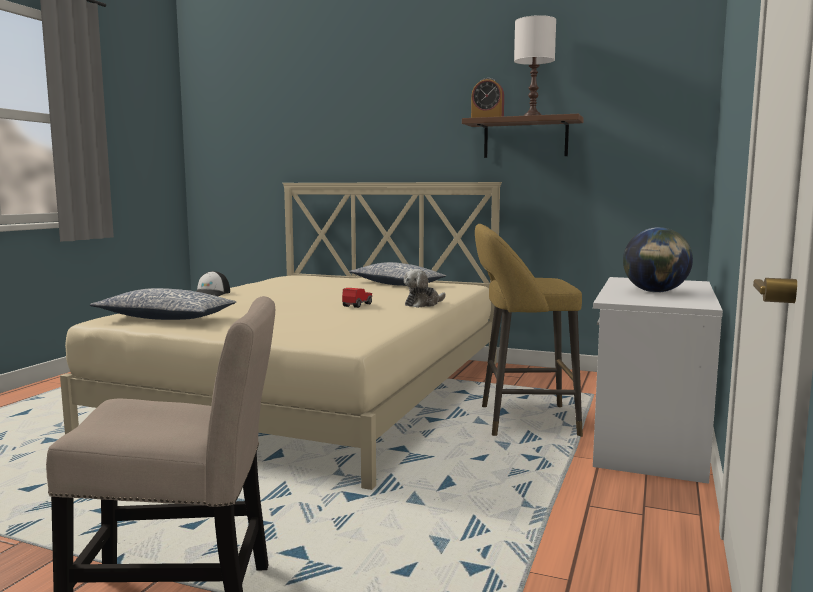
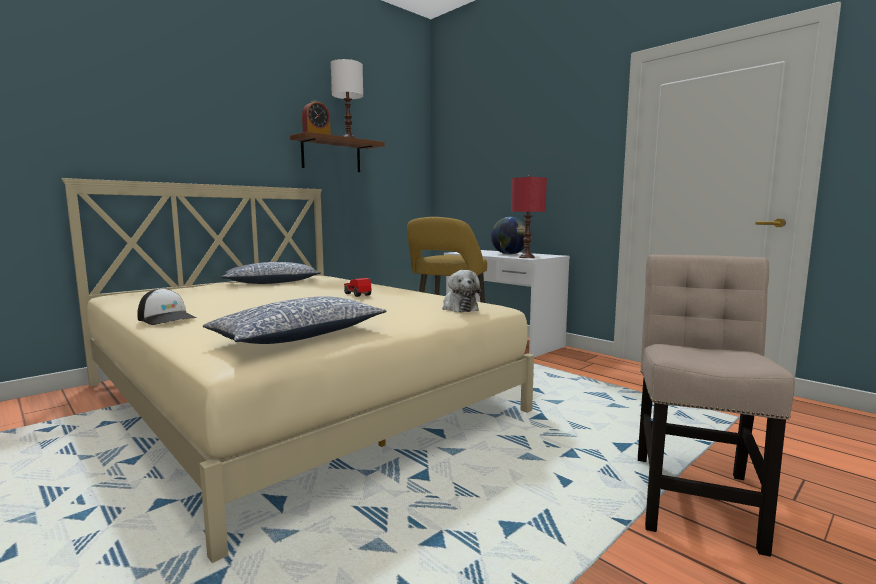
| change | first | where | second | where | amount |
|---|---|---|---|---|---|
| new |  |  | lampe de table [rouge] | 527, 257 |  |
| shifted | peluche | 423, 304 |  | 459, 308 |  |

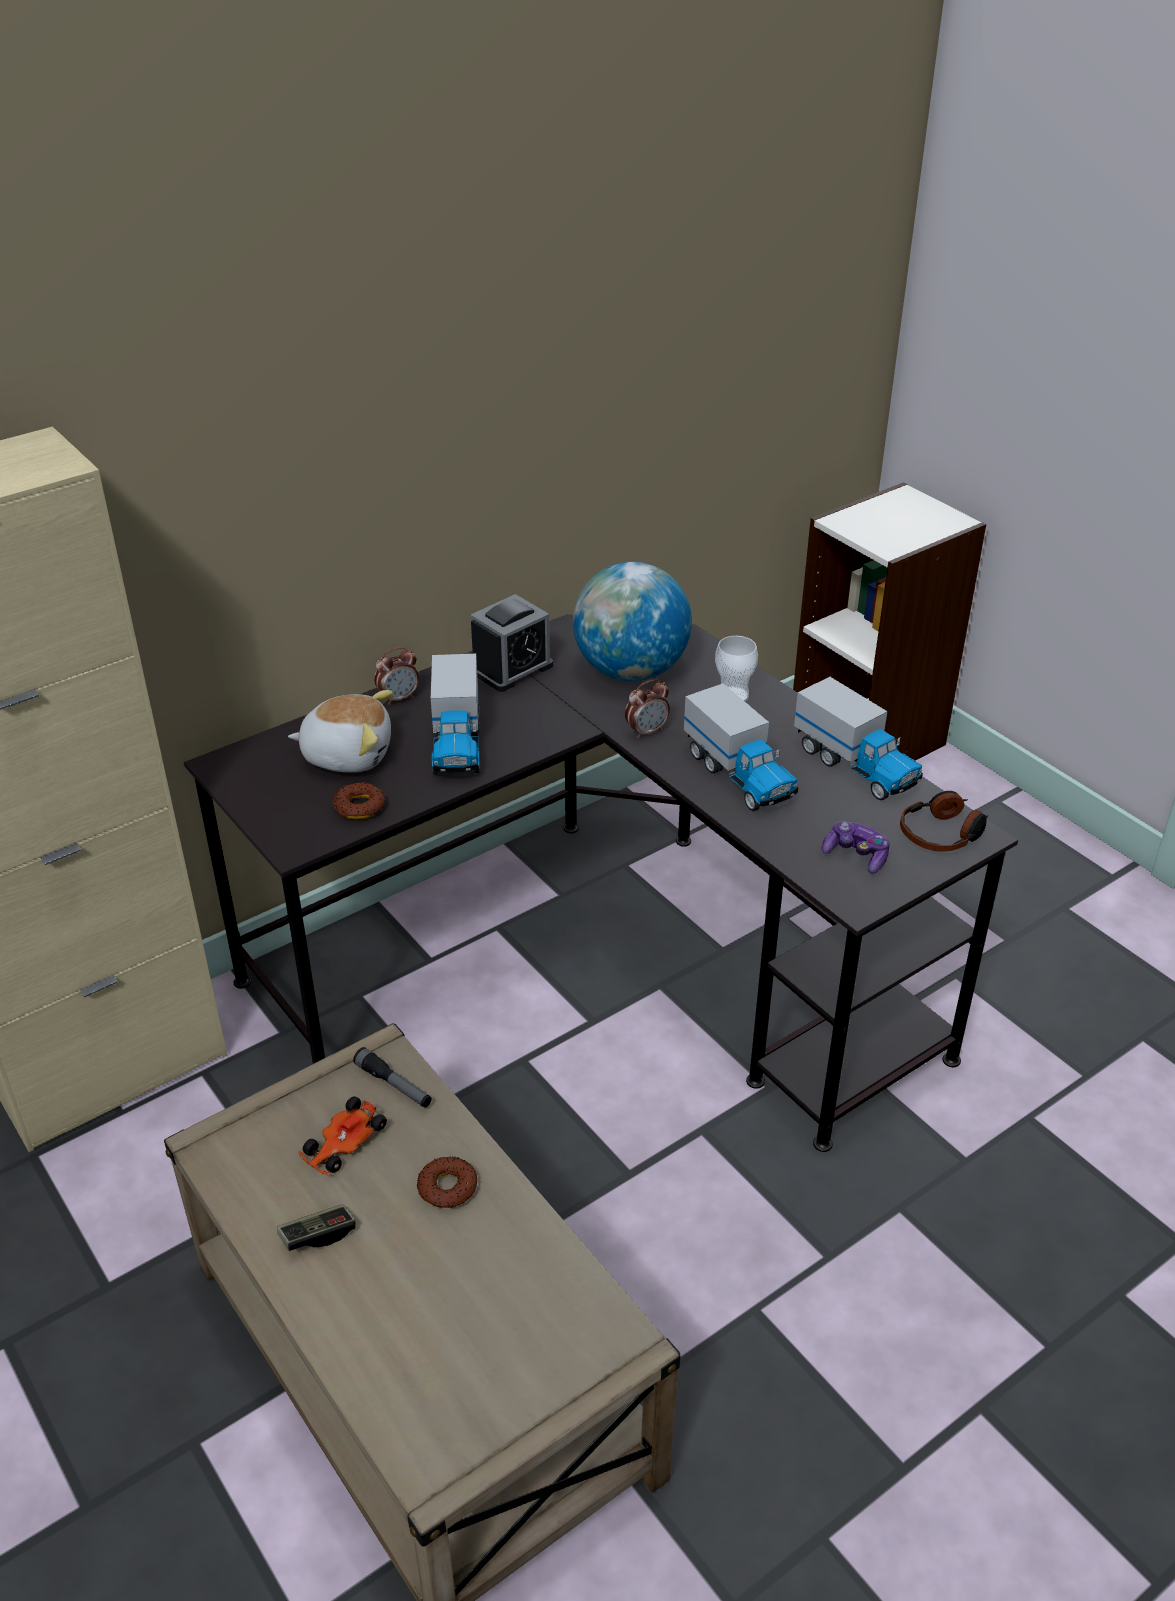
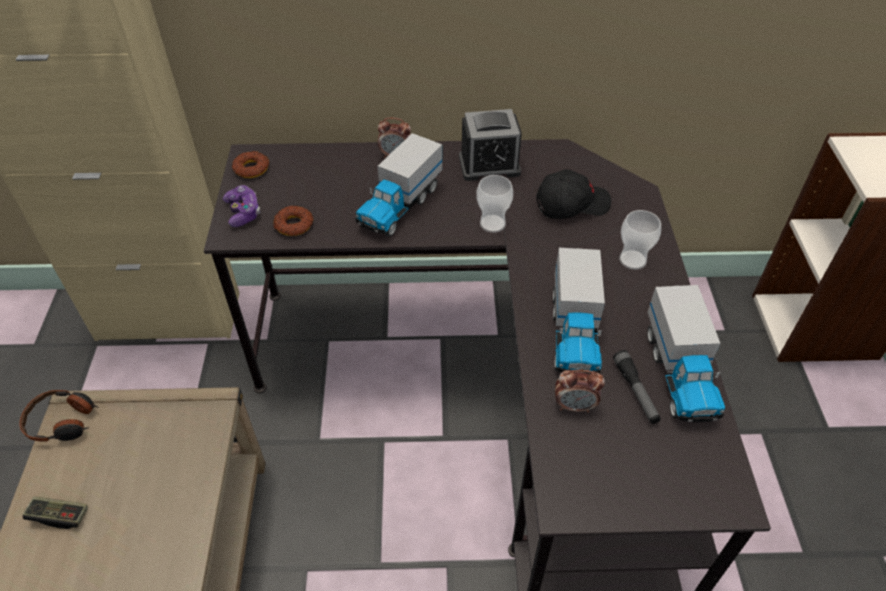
| change | first | where | second | where | amount |
|---|---|---|---|---|---|
| gone | peluche | 347, 754 |  |  |  |
| gone | petite voiture | 343, 1143 |  |  |  |
| new |  |  | tasse | 492, 224 |  |
| shifted | lampe de poche | 394, 1085 |  | 635, 391 |  |
| shifted | beignet | 447, 1187 |  | 251, 168 |  |
| shifted | réveil | 647, 731 |  | 574, 406 |  |
| shifted | manette | 856, 856 |  | 243, 212 |  |
| shifted | casque audio | 942, 833 |  | 63, 422 |  |
| swapped | globe | 631, 671 | casquette [noir] | 571, 204 |  |

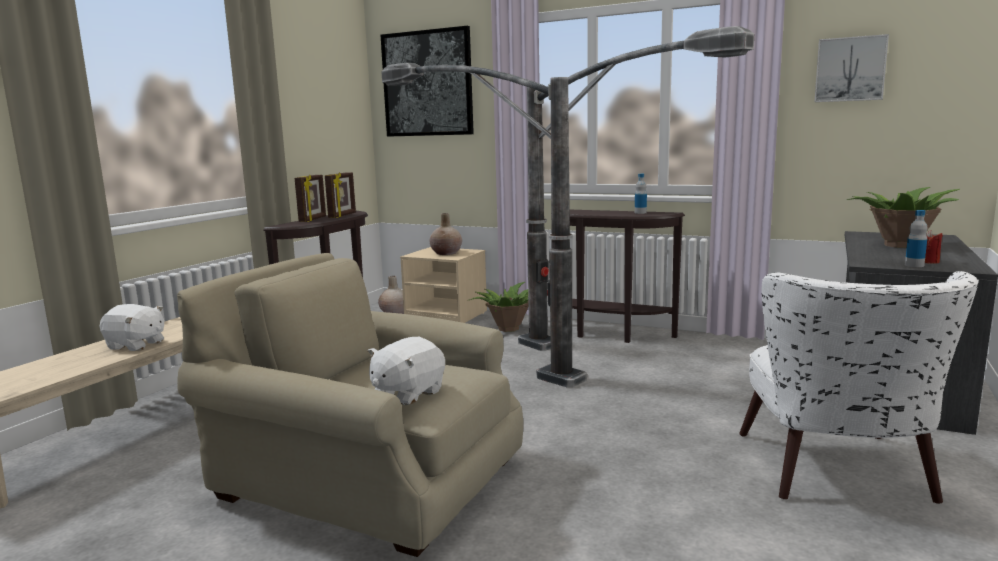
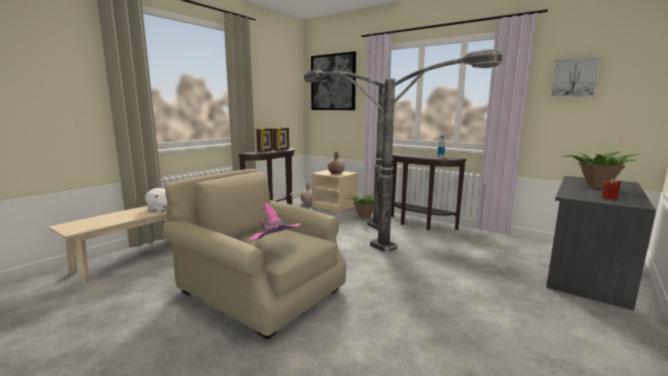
| change | first | where | second | where | amount |
|---|---|---|---|---|---|
| gone | fauteuil [blanc] | 839, 476 |  |  |  |
| gone | bouteille | 914, 265 |  |  |  |
| swapped | peluche [blanc] | 407, 393 | chapeau [rose] | 274, 248 |  |

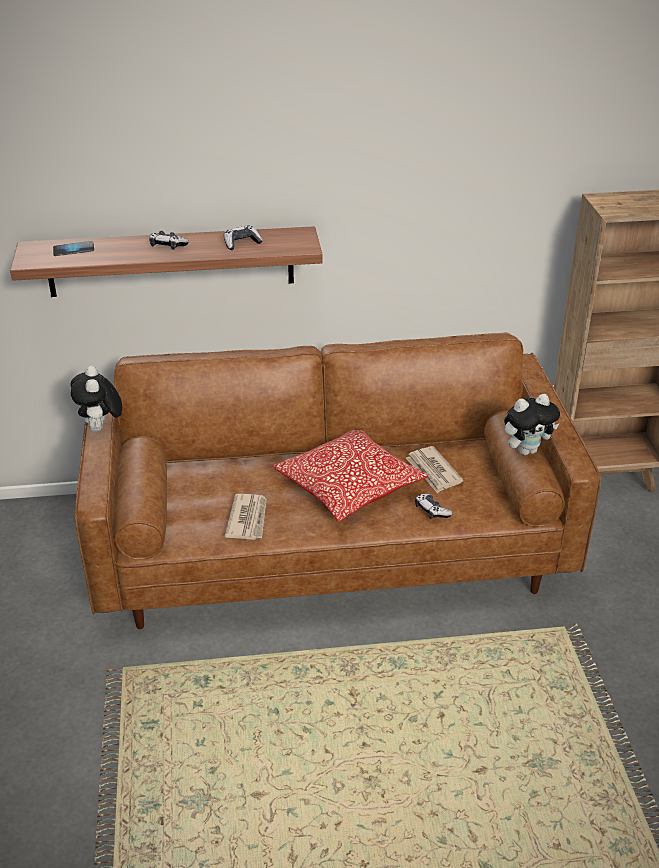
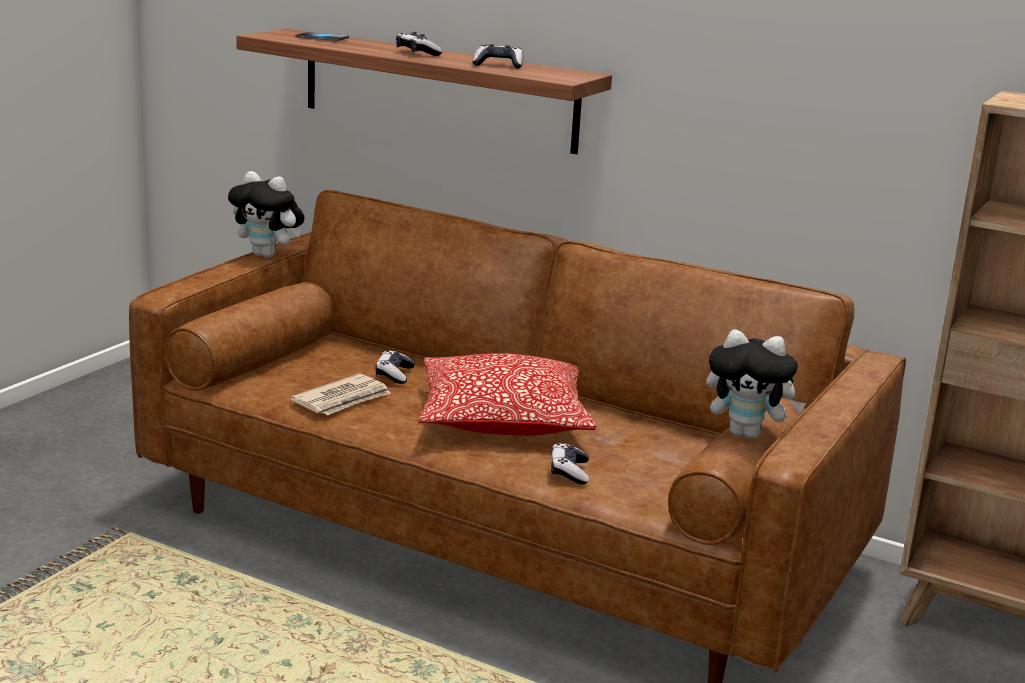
| change | first | where | second | where | amount |
|---|---|---|---|---|---|
| gone | journal | 433, 471 |  |  |  |
| new |  |  | manette | 394, 374 |  |
| rotated | peluche | 100, 429 |  | 268, 255 | 90 degrees counterclockwise |

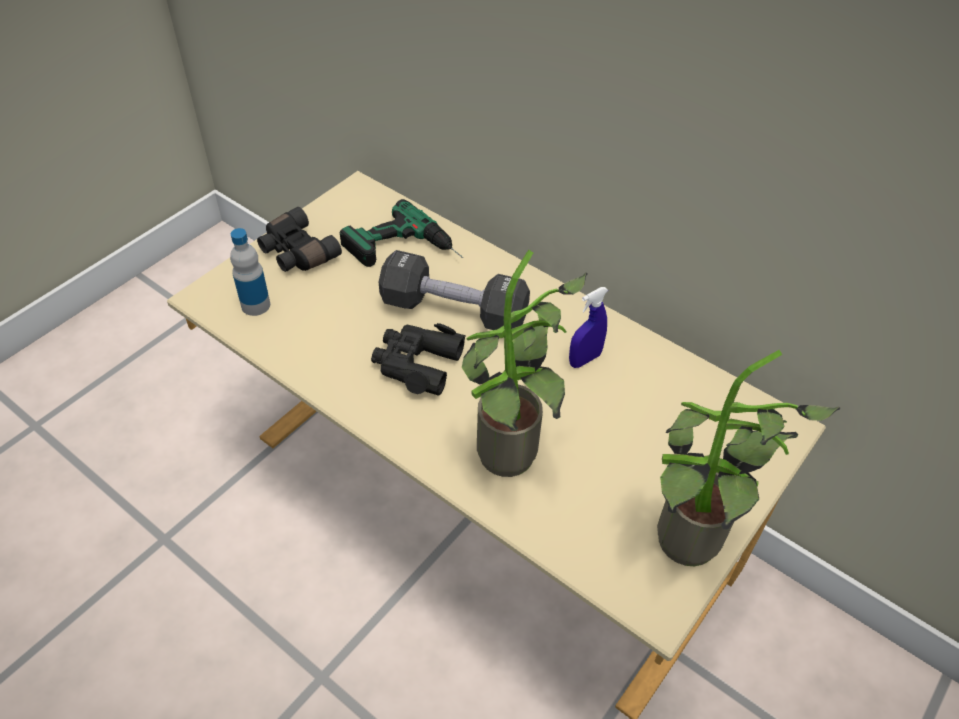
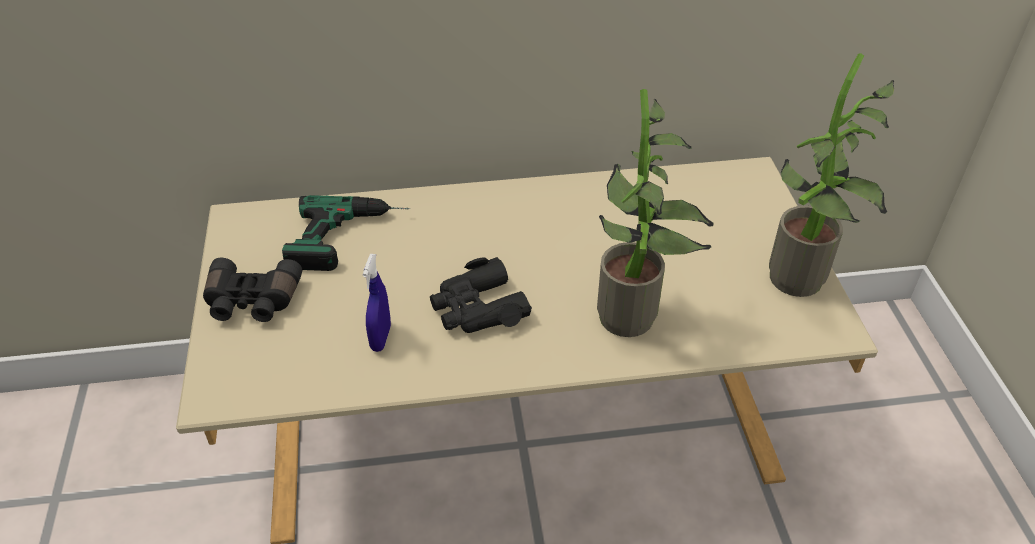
| change | first | where | second | where | amount |
|---|---|---|---|---|---|
| gone | bouteille | 255, 305 |  |  |  |
| gone | haltère [noir] | 454, 310 |  |  |  |
| shifted | vaporisateur [bleu] | 584, 359 |  | 381, 338 |  |

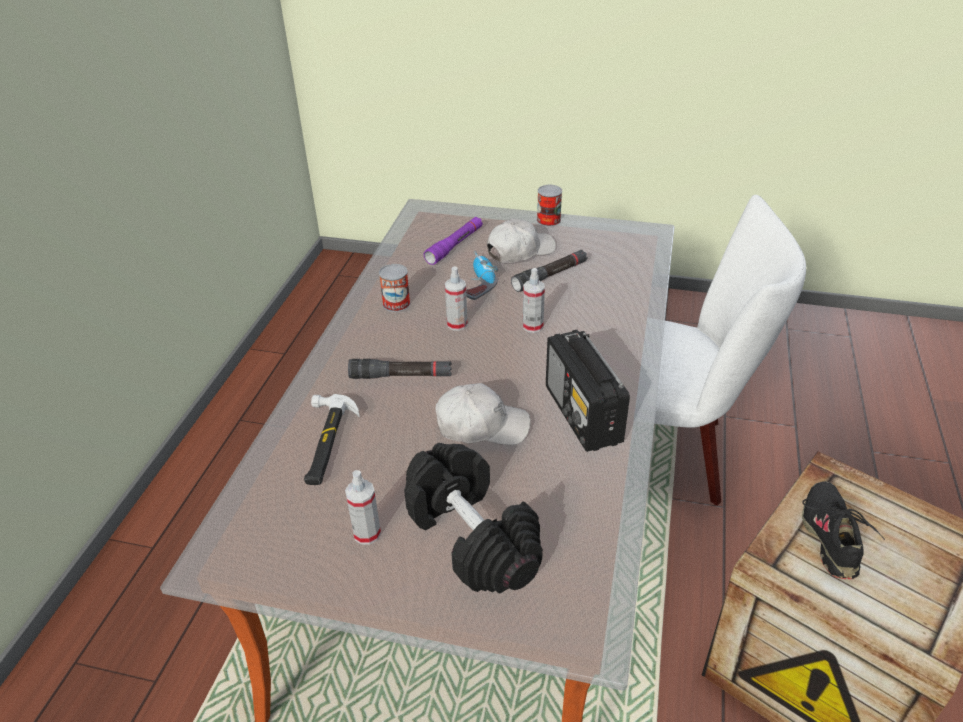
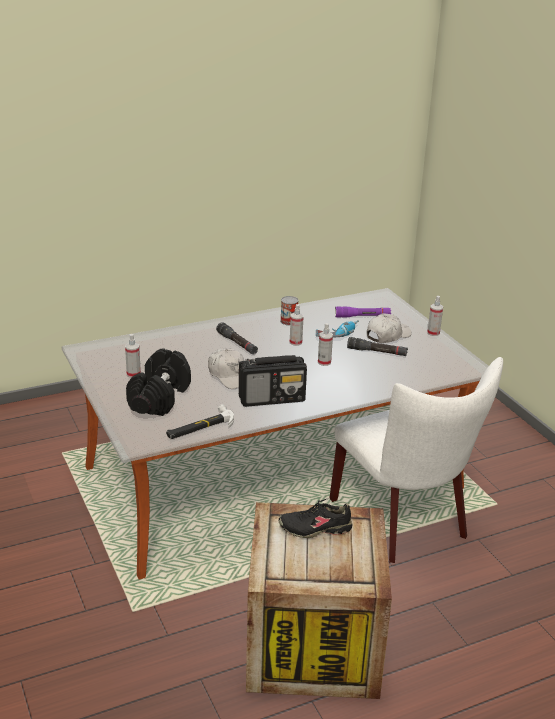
| change | first | where | second | where | amount |
|---|---|---|---|---|---|
| shifted | marteau | 326, 442 |  | 200, 427 |  |
| swapped | boîte métallique | 548, 220 | vaporisateur | 433, 333 |  |
| rotated | casquette [blanc] | 520, 251 |  | 387, 335 | 60 degrees counterclockwise |
| rotated | radio | 583, 415 |  | 272, 398 | 135 degrees counterclockwise |
| rotated | chaussure [noir] | 831, 536 |  | 315, 528 | 150 degrees counterclockwise |

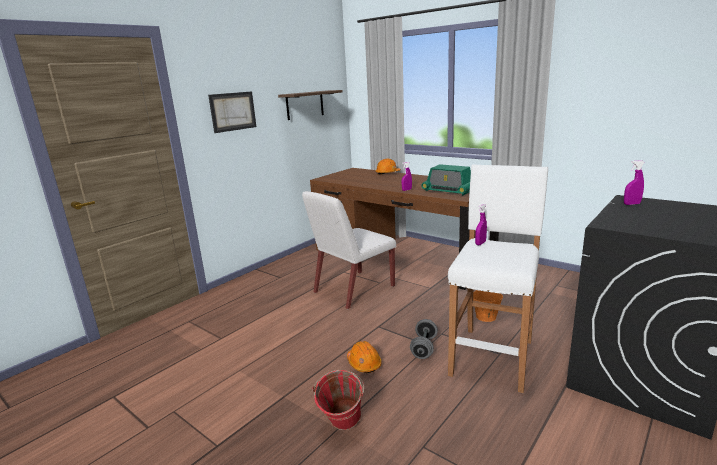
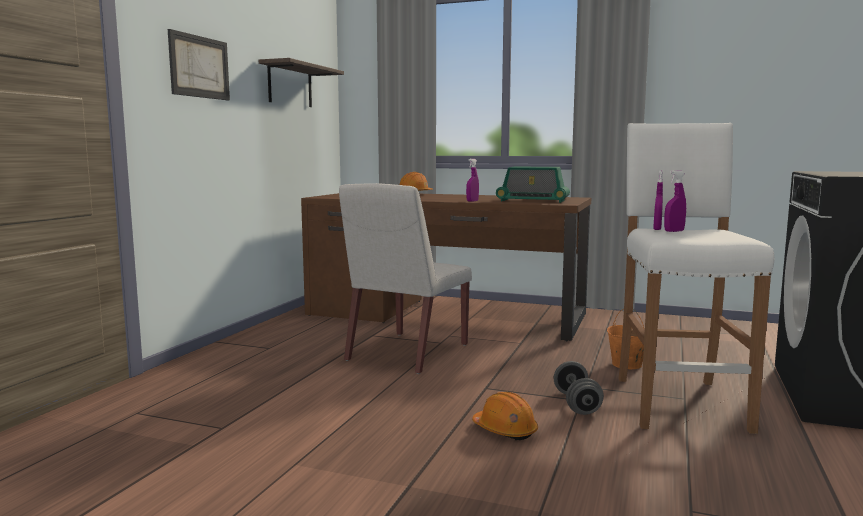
| change | first | where | second | where | amount |
|---|---|---|---|---|---|
| gone | seau [rouge] | 342, 428 |  |  |  |
| shifted | vaporisateur [violet] | 631, 204 |  | 674, 231 |  |

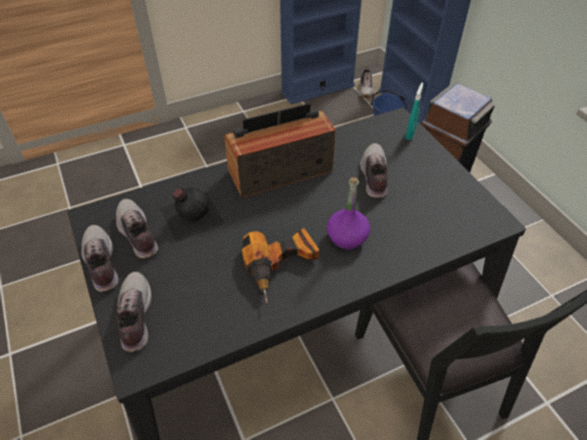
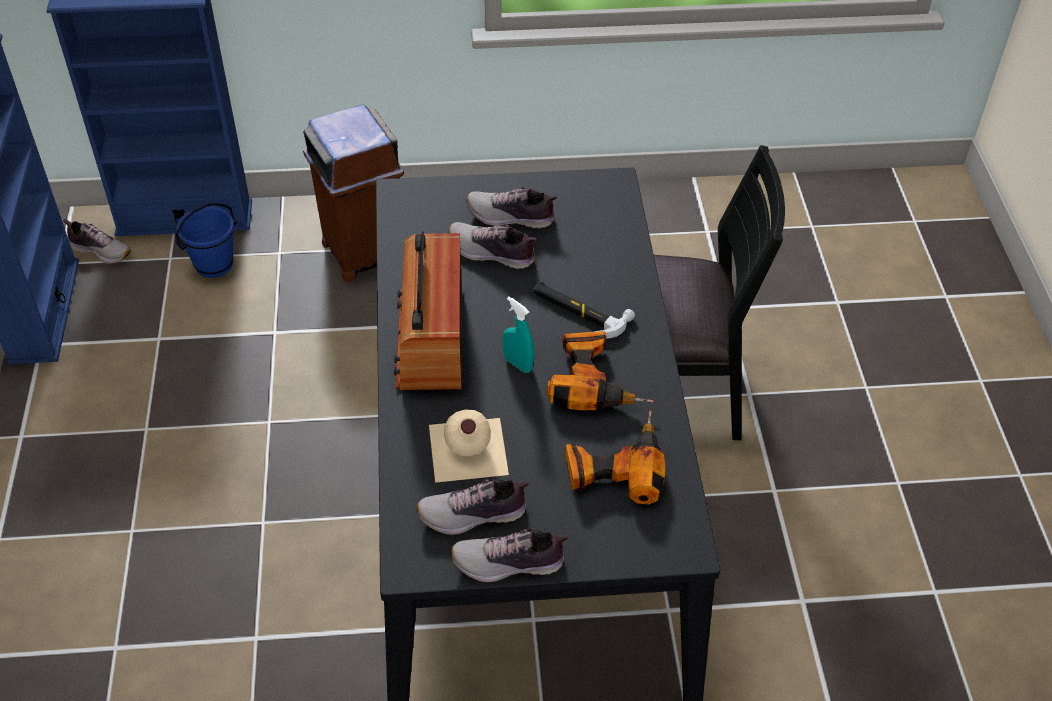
| change | first | where | second | where | amount |
|---|---|---|---|---|---|
| new |  |  | perceuse | 614, 466 |  |
| shifted | chaussure | 134, 316 |  | 511, 217 |  |
| shifted | vaporisateur [turquoise] | 410, 134 |  | 518, 364 |  |
| swapped | bouteille [violet] | 347, 237 | marteau | 579, 310 |  |
| repainted | bouteille [noir] | 190, 215 | bouteille [beige] | 467, 450 |  |

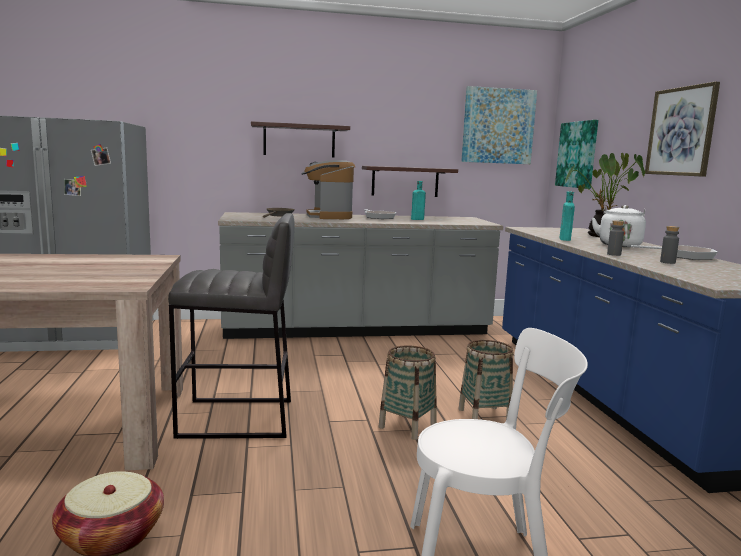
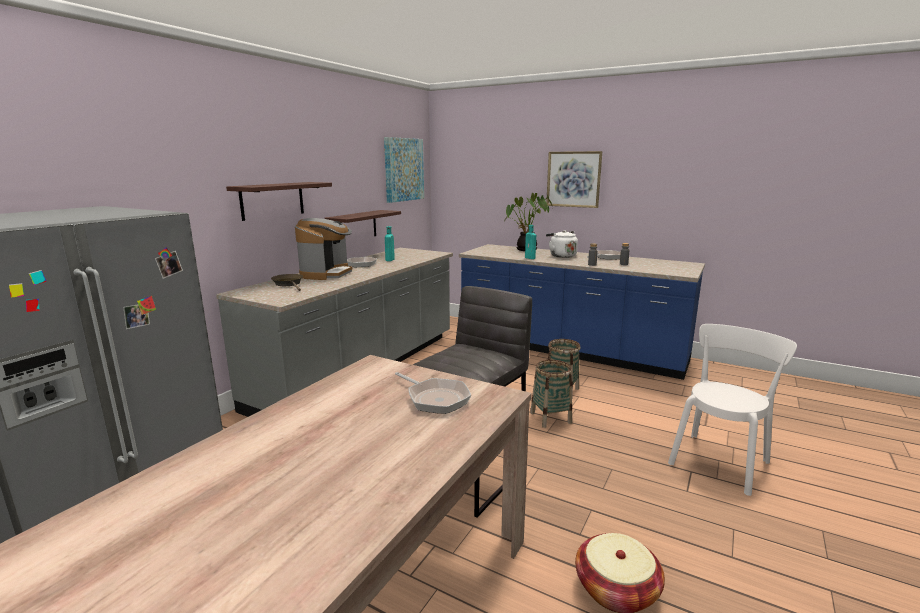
| change | first | where | second | where | amount |
|---|---|---|---|---|---|
| gone | tableau | 577, 154 |  |  |  |
| new |  |  | poêle | 435, 398 |  |
| rotated | machine à café | 328, 216 |  | 327, 274 | 105 degrees counterclockwise |

